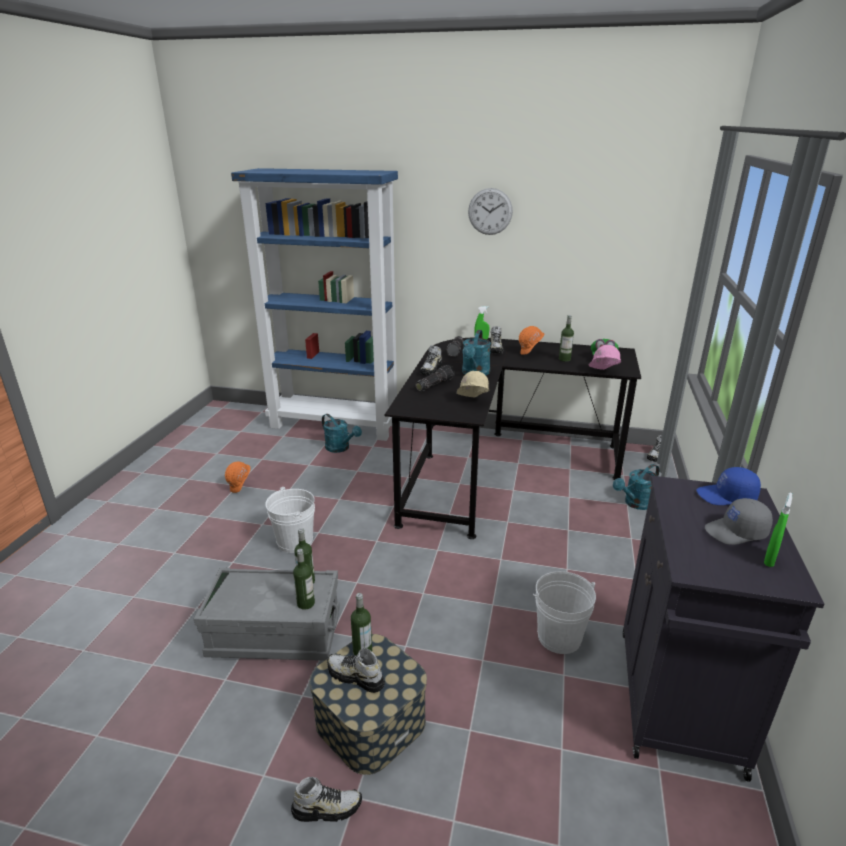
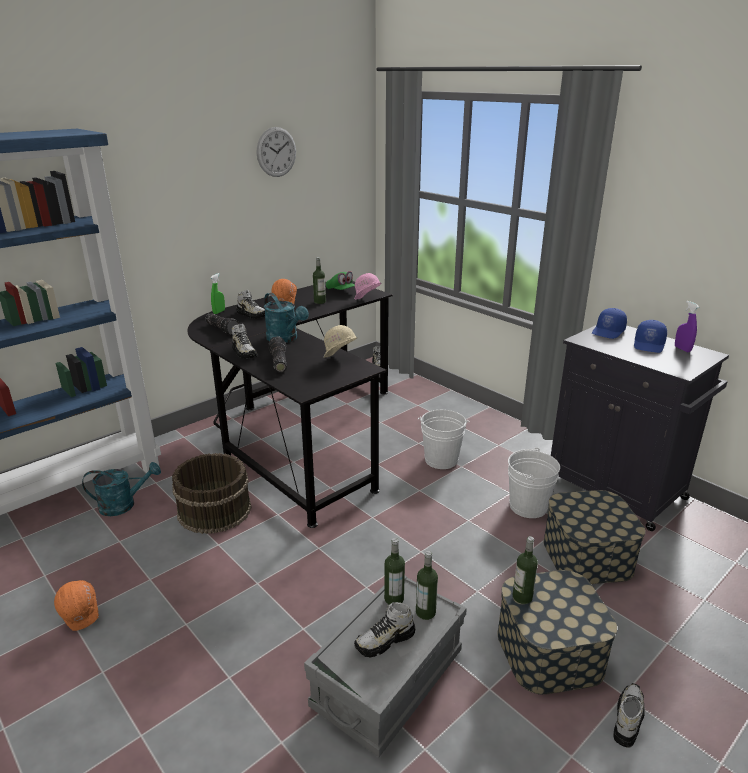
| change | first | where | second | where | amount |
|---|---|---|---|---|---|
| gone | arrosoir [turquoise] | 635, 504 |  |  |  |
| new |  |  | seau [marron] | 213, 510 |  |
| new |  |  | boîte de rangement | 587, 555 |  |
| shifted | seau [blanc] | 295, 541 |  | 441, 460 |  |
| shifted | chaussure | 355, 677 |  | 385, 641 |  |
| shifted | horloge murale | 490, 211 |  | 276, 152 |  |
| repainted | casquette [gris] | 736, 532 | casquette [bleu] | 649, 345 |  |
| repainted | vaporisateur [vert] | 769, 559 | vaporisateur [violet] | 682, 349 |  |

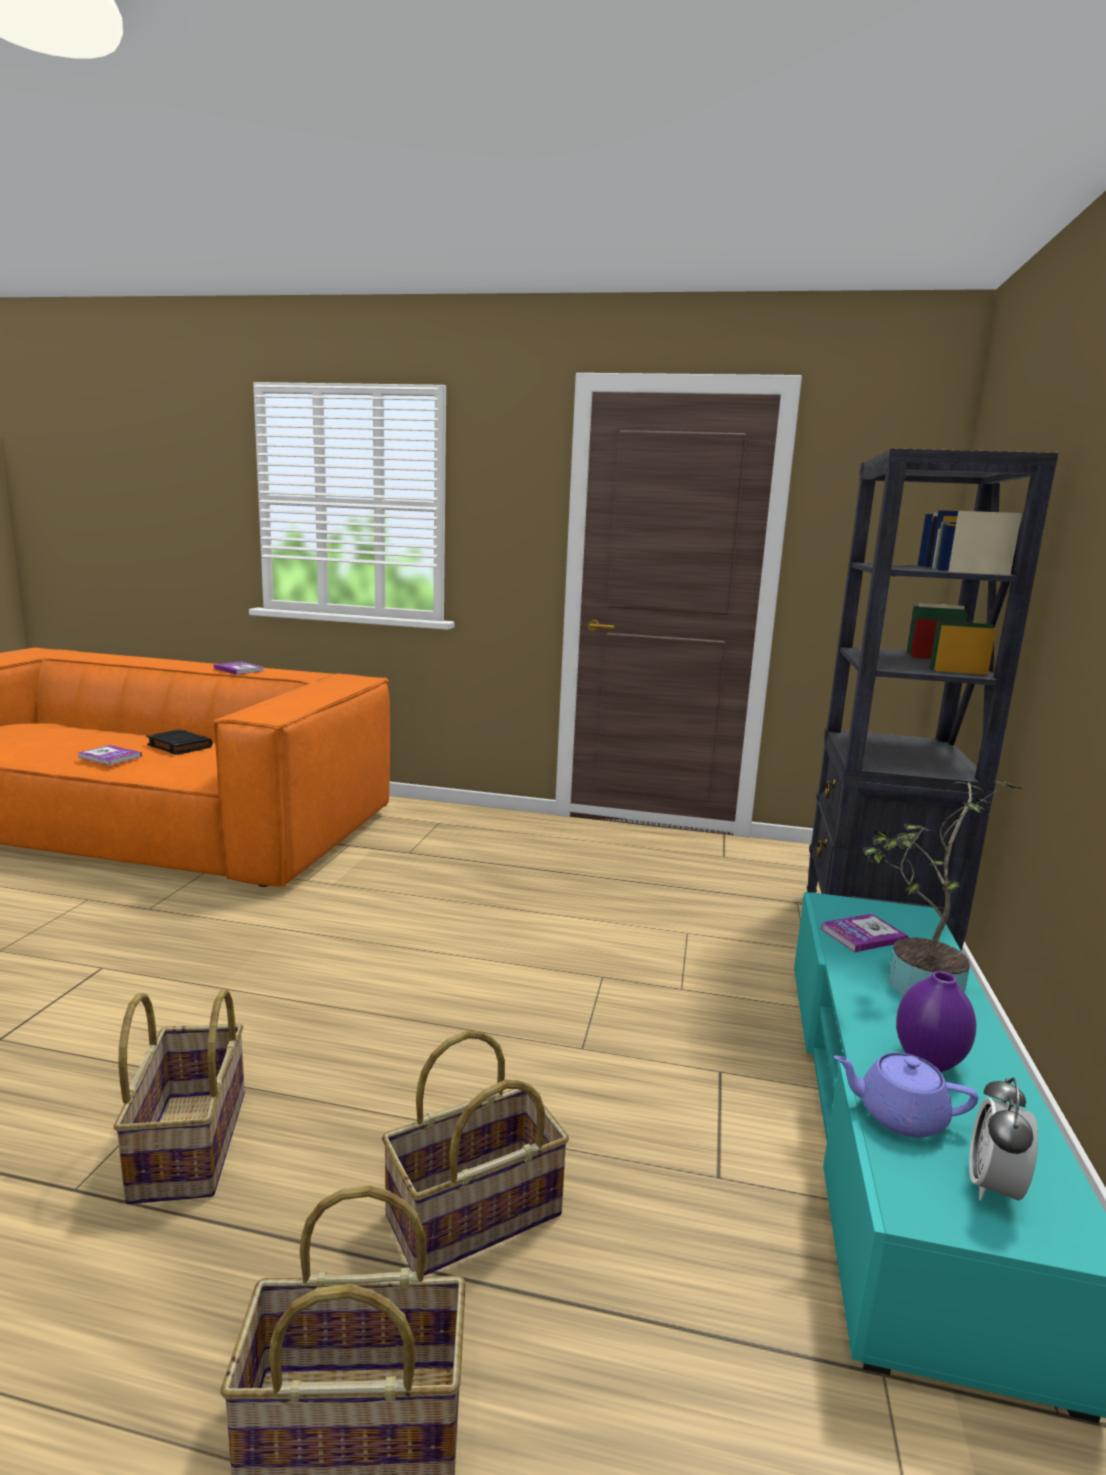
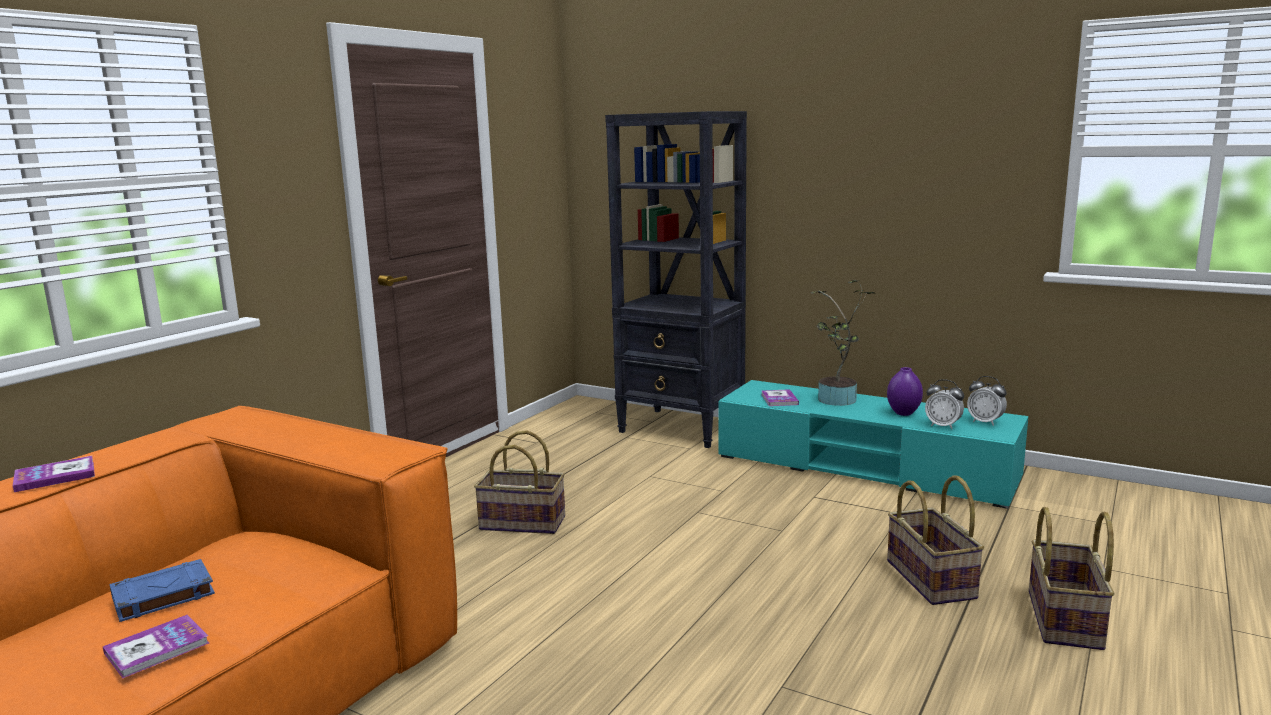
| change | first | where | second | where | amount |
|---|---|---|---|---|---|
| shifted | panier | 187, 1144 |  | 521, 523 |  |
| swapped | théière [violet] | 899, 1116 | réveil | 943, 426 |  |
| repainted | livre [noir] | 179, 746 | livre [bleu] | 162, 596 |  |

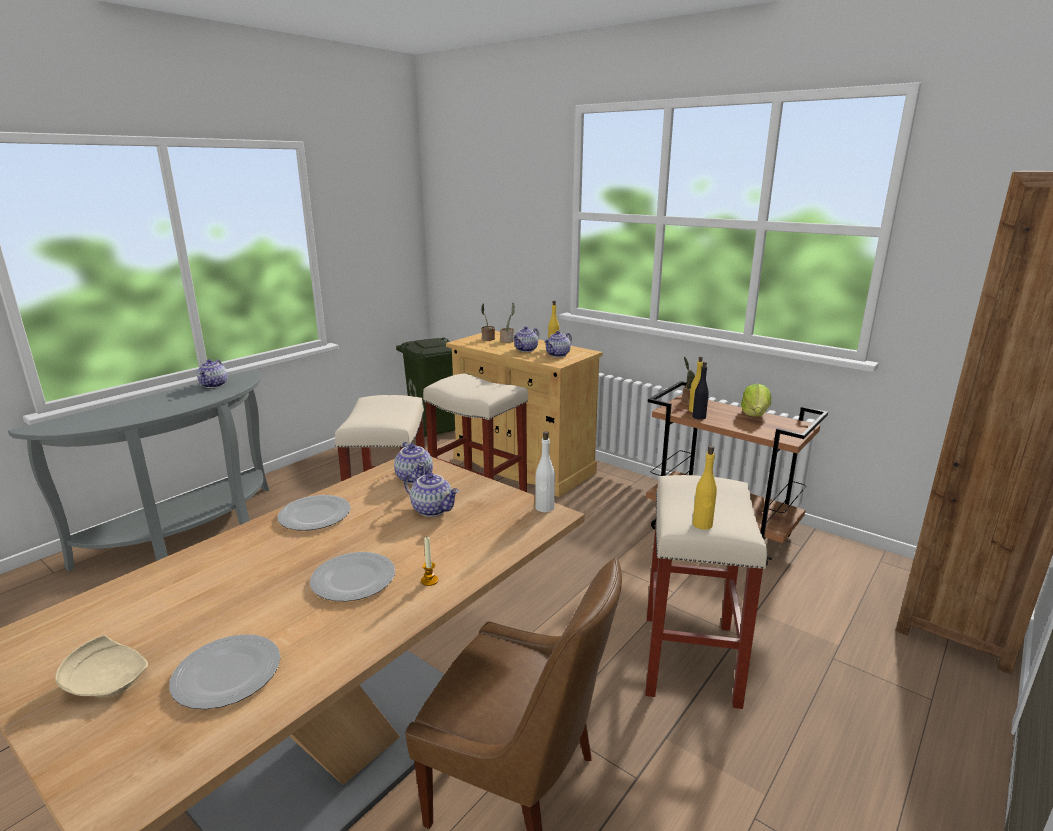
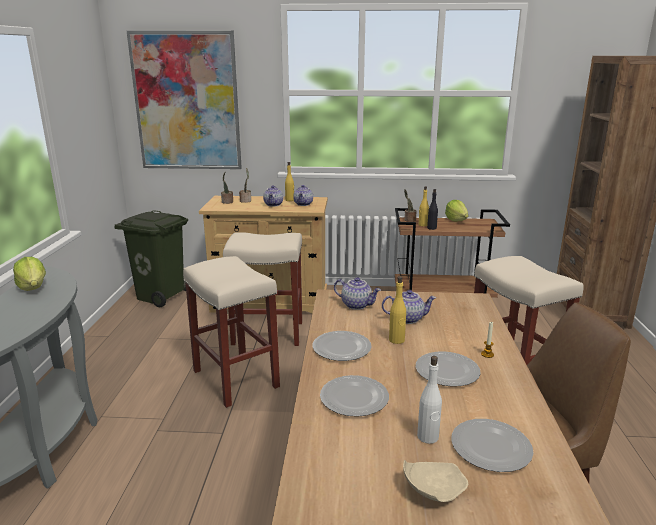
| change | first | where | second | where | amount |
|---|---|---|---|---|---|
| new |  |  | tableau | 187, 102 |  |
| new |  |  | assiette | 353, 398 |  |
| shifted | bouteille [blanc] | 544, 508 |  | 428, 437 |  |
| shifted | bouteille [jaune] | 702, 525 |  | 396, 340 |  |
| swapped | théière | 214, 385 | laitue | 33, 287 |  |

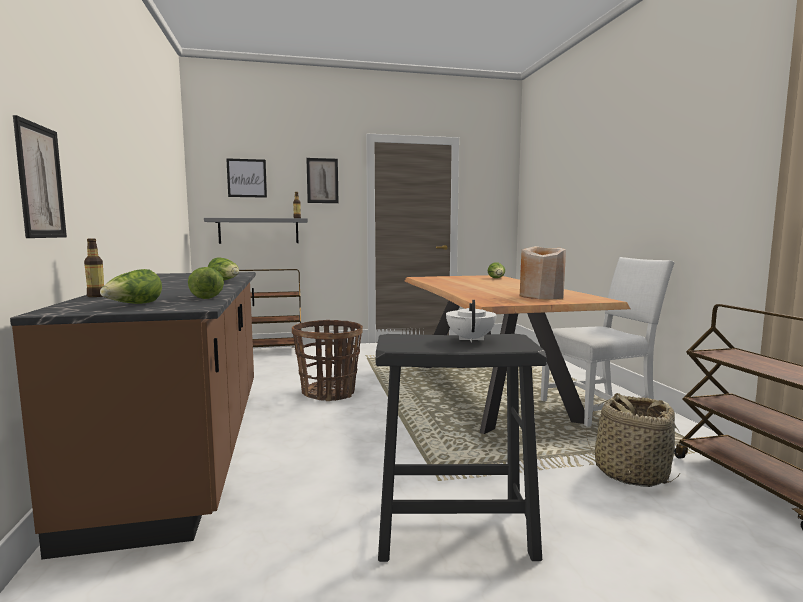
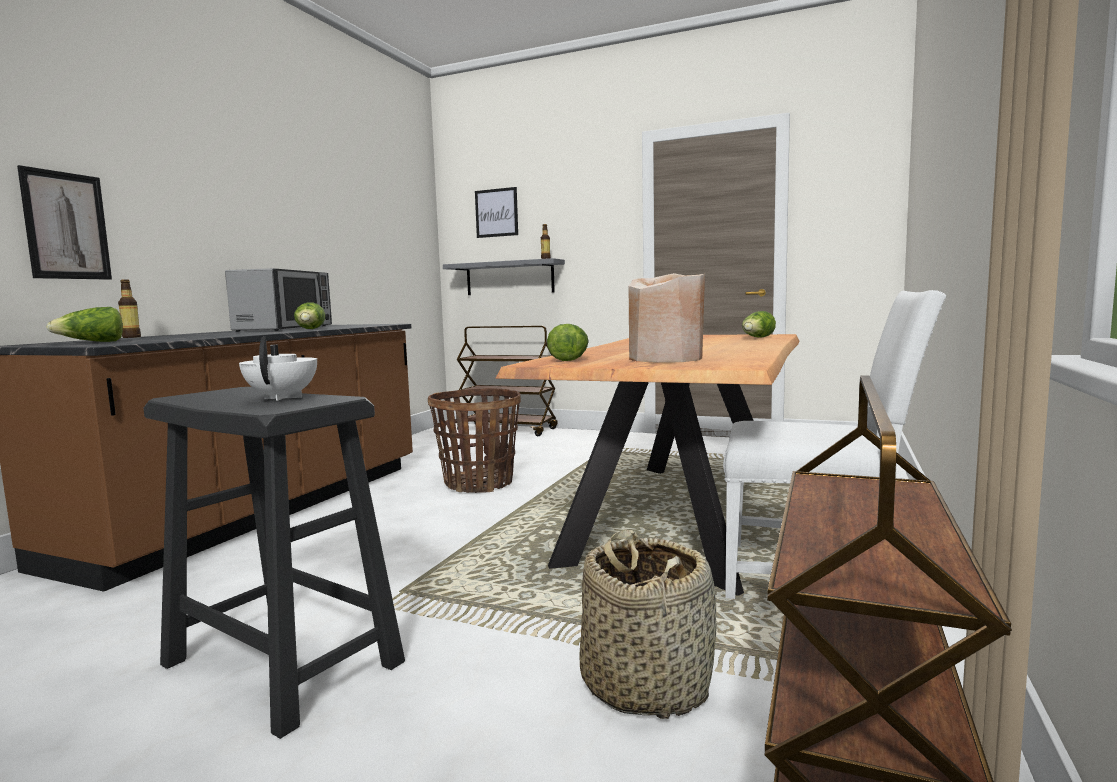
| change | first | where | second | where | amount |
|---|---|---|---|---|---|
| gone | tableau | 322, 180 |  |  |  |
| new |  |  | micro-ondes | 286, 328 |  |
| shifted | laitue | 205, 297 |  | 569, 359 |  |
| rotated | théière [blanc] | 471, 339 |  | 283, 398 | 45 degrees counterclockwise |

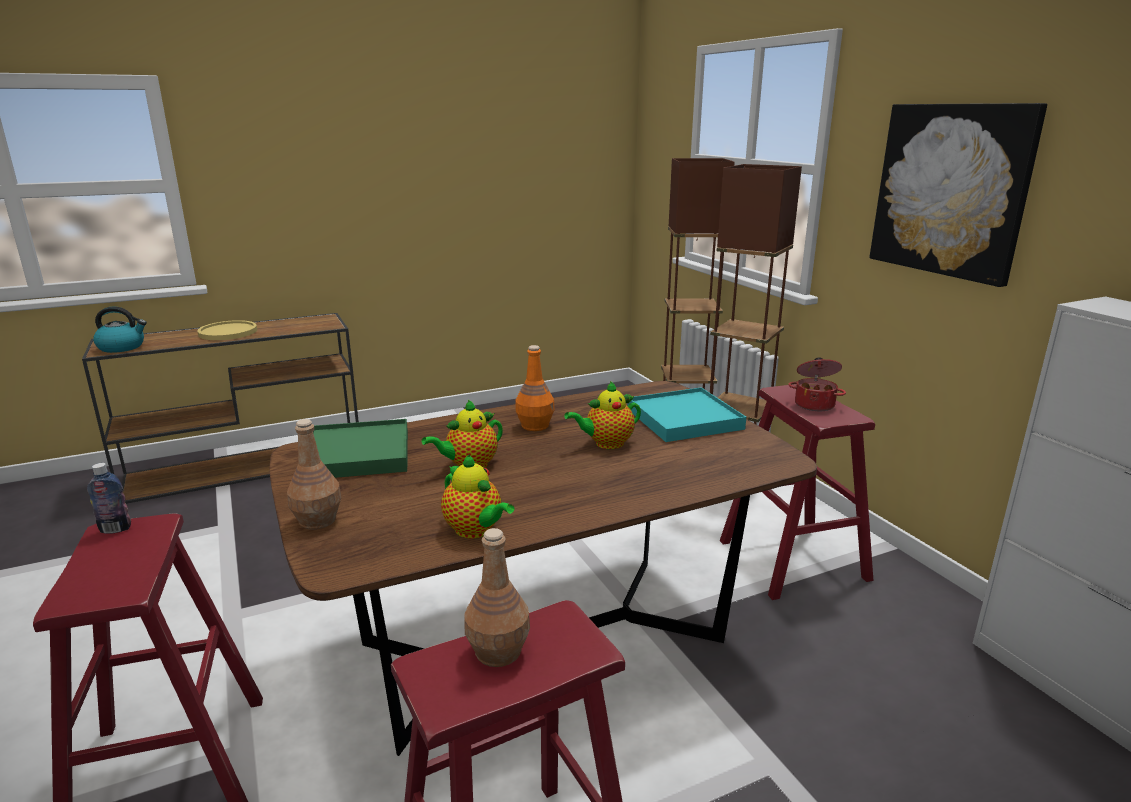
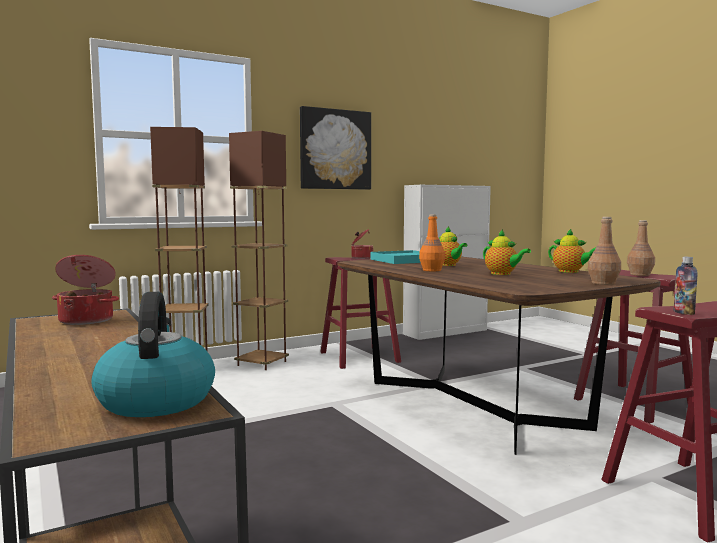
| change | first | where | second | where | amount |
|---|---|---|---|---|---|
| gone | assiette [jaune] | 228, 332 |  |  |  |
| gone | plateau [vert] | 358, 454 |  |  |  |
| new |  |  | marmite | 87, 320 |  |
| rotated | théière | 475, 531 |  | 571, 272 | 90 degrees clockwise |

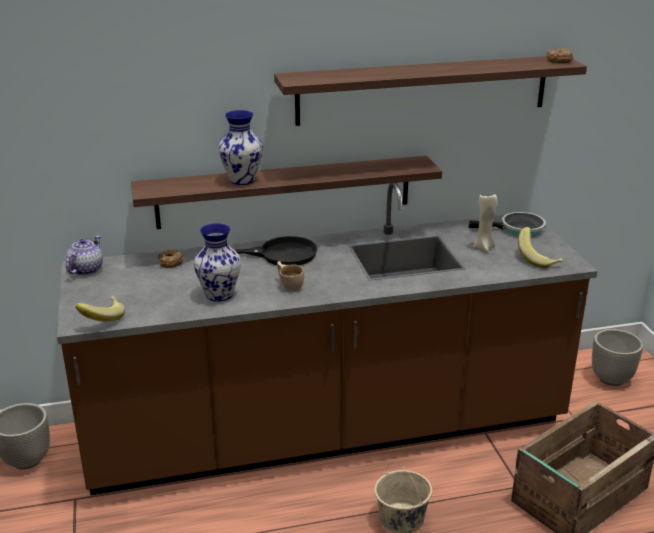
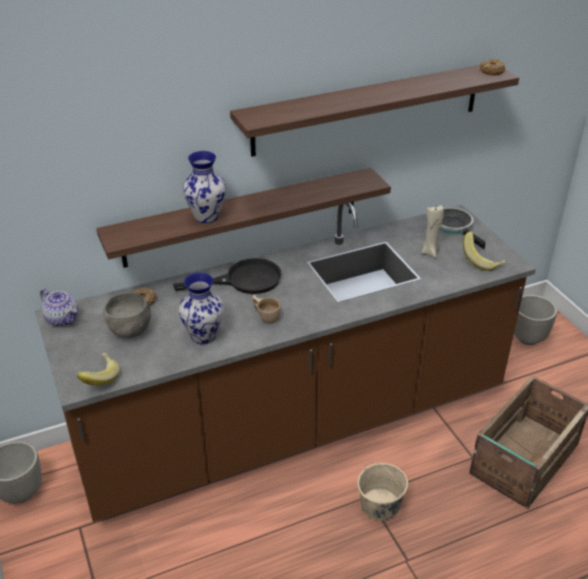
| change | first | where | second | where | amount |
|---|---|---|---|---|---|
| new |  |  | bol [gris] | 129, 331 |  |
| rotated | théière | 86, 269 |  | 63, 319 | 120 degrees clockwise |
| rotated | poêle | 518, 230 |  | 455, 227 | 105 degrees counterclockwise |

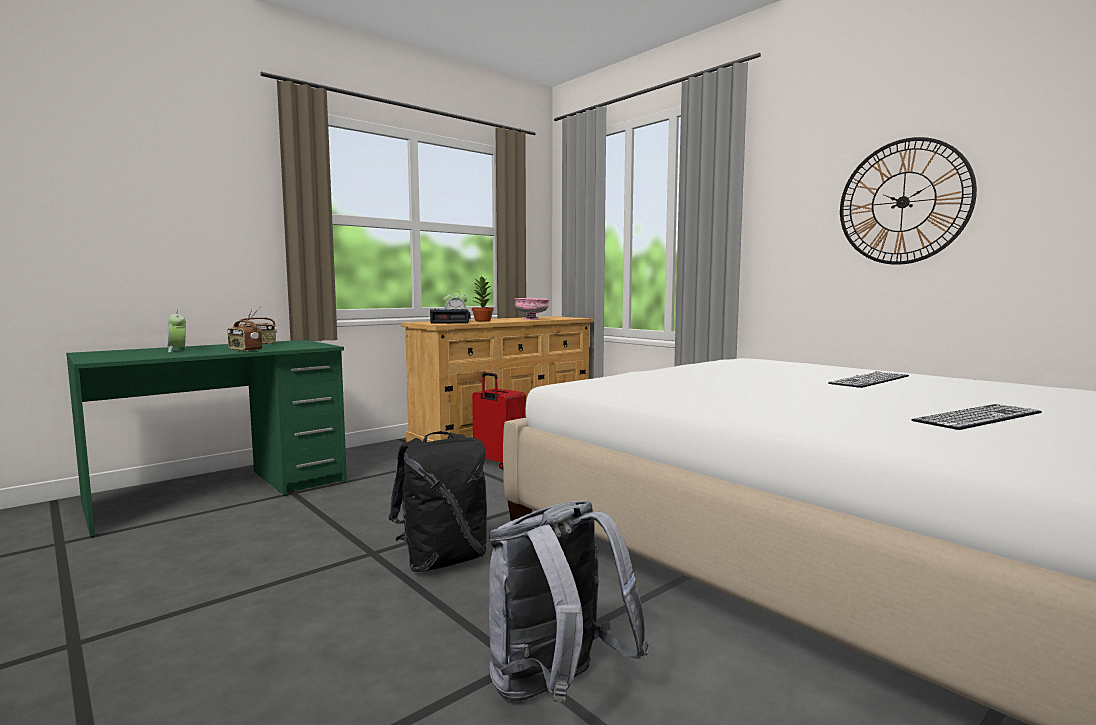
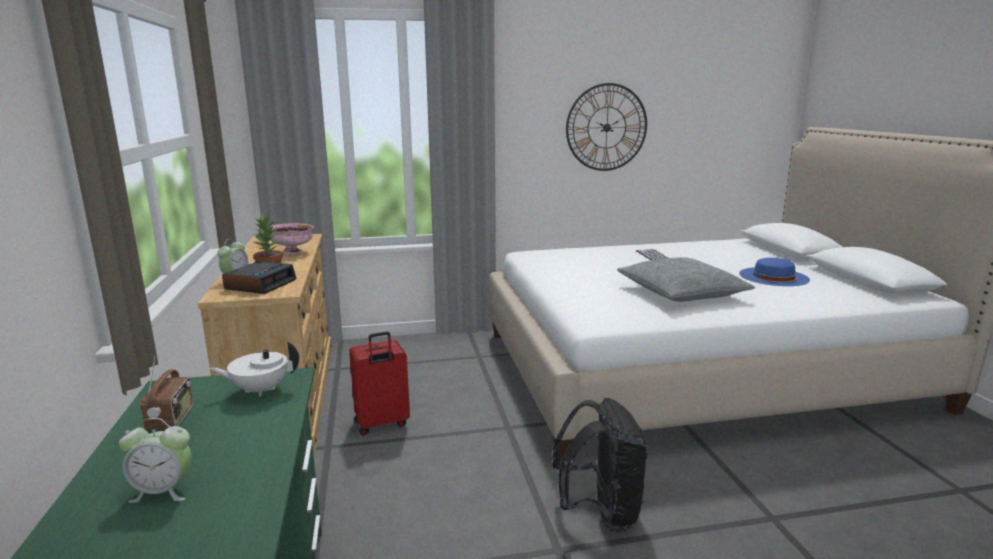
| change | first | where | second | where | amount |
|---|---|---|---|---|---|
| gone | radio | 244, 350 |  |  |  |
| gone | sac à dos [gris] | 556, 690 |  |  |  |
| new |  |  | théière [blanc] | 260, 390 |  |
| new |  |  | coussin [gris] | 681, 292 |  |
| swapped | clavier | 978, 417 | chapeau [bleu] | 773, 276 |  |

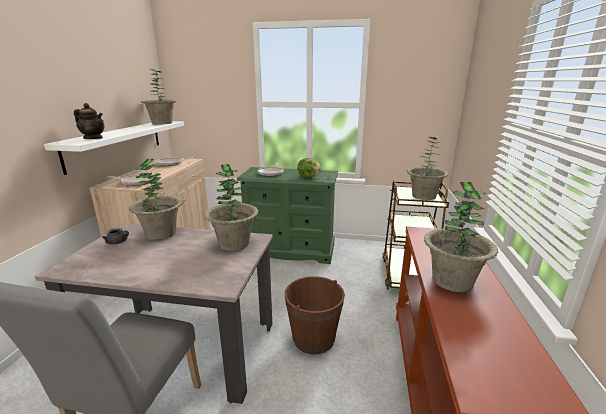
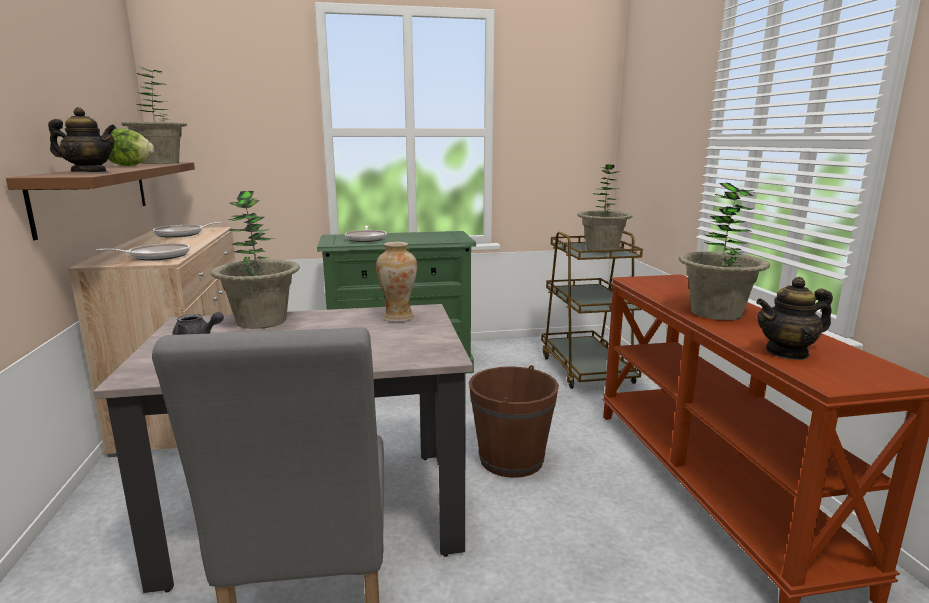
| change | first | where | second | where | amount |
|---|---|---|---|---|---|
| new |  |  | théière | 787, 352 |  |
| shifted | laitue | 308, 176 |  | 130, 166 |  |
| swapped | plante en pot | 234, 243 | vase | 398, 318 |  |
| repainted | étagère [blanc] | 117, 143 | étagère [marron] | 95, 194 |  |

